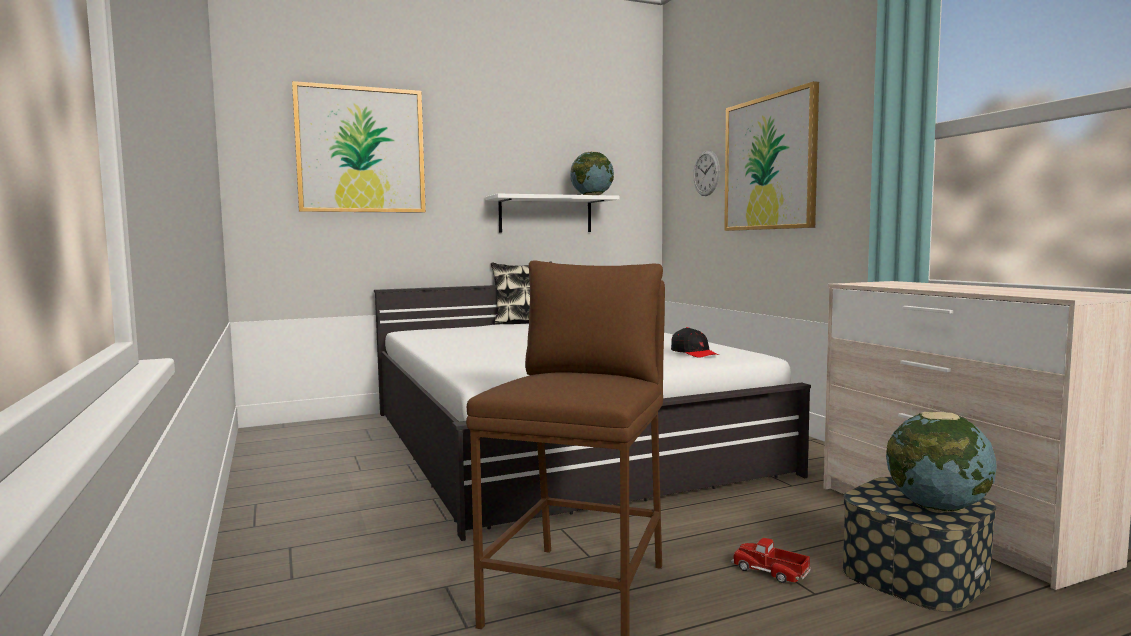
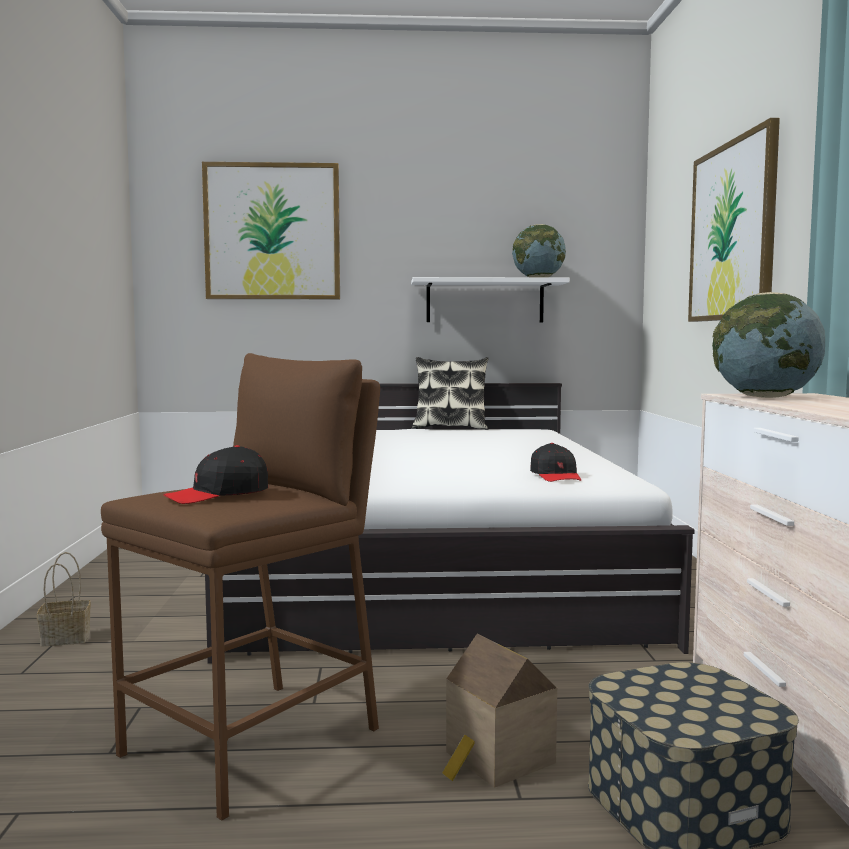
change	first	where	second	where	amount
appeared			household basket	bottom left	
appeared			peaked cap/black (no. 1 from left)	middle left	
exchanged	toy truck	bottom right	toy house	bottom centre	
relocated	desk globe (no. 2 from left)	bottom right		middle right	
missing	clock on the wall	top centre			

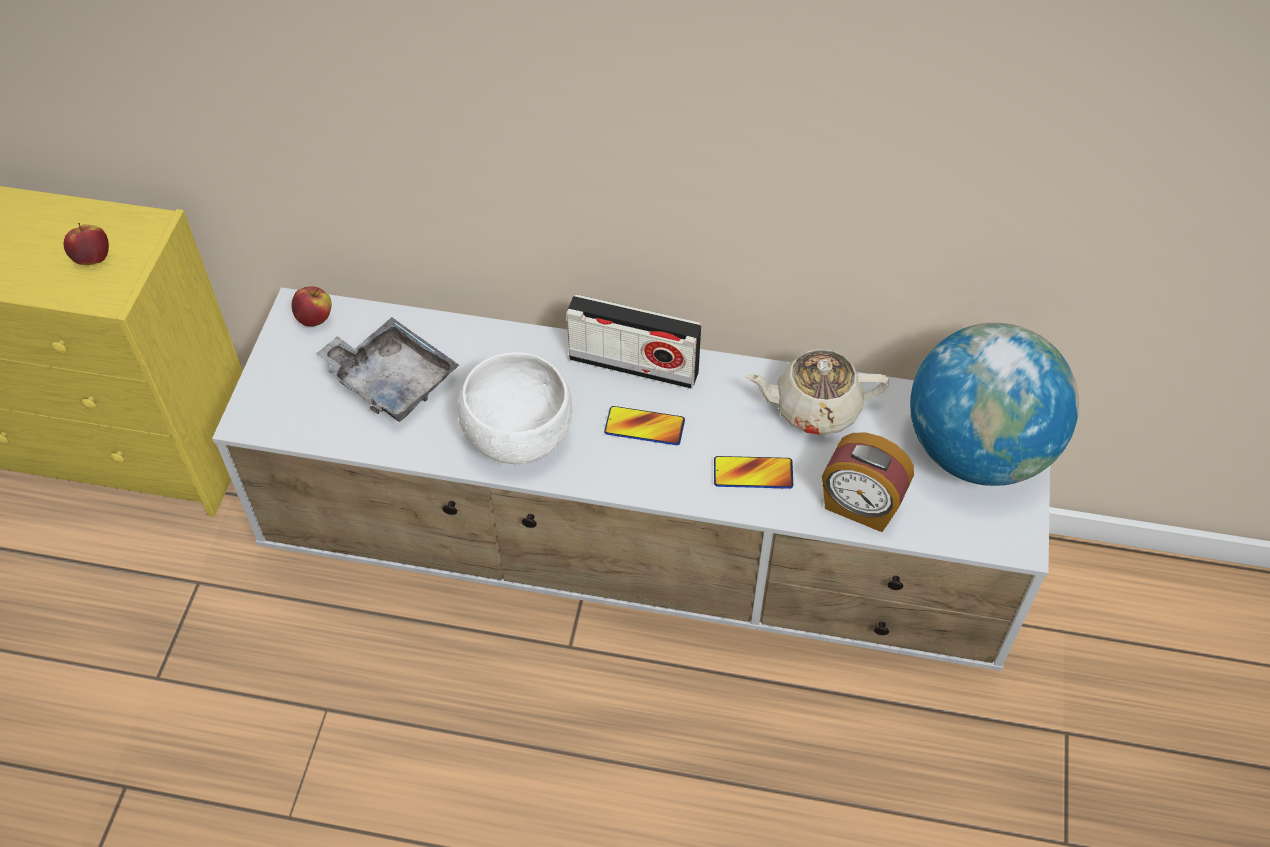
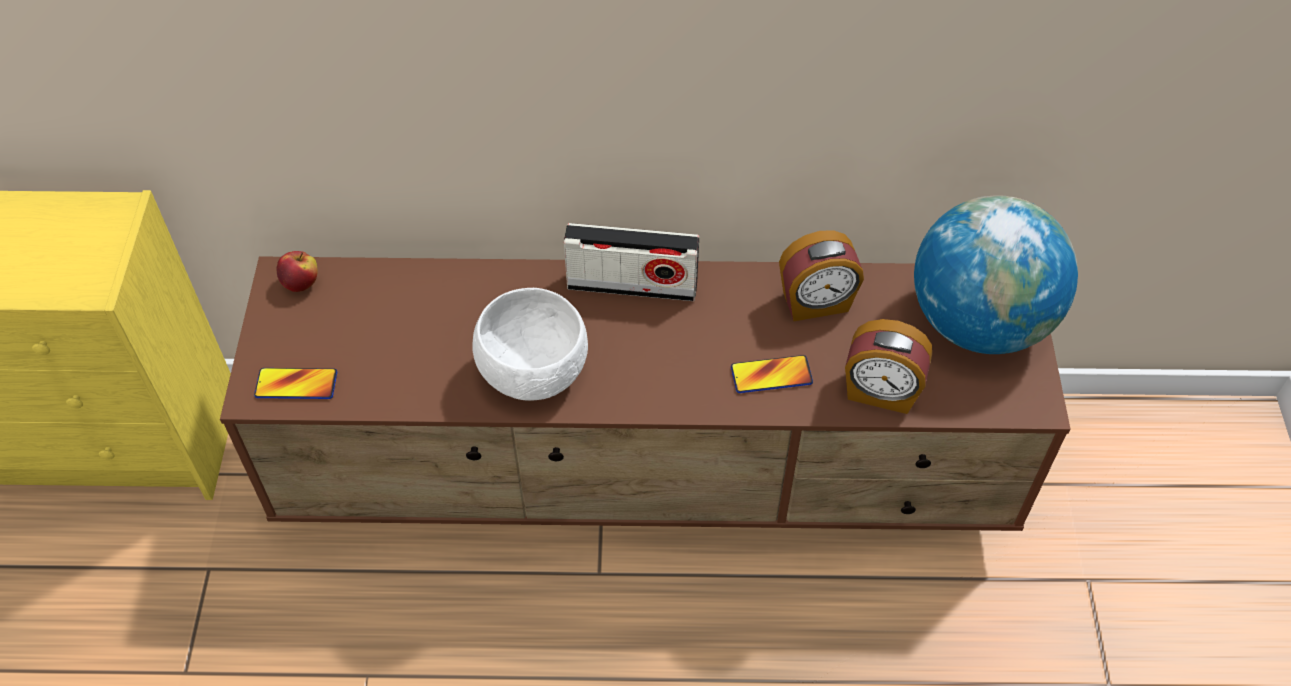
change	first	where	second	where	amount
colour	tv unit/whitish	centre	tv unit/brownish	centre	
relocated	phone (no. 1 from left)	centre		middle left	
exchanged	tea pot/sand-coloured	centre	table clock (no. 1 from left)	centre	
missing	apple (no. 1 from left)	top left			
missing	tray/greyish	middle left			

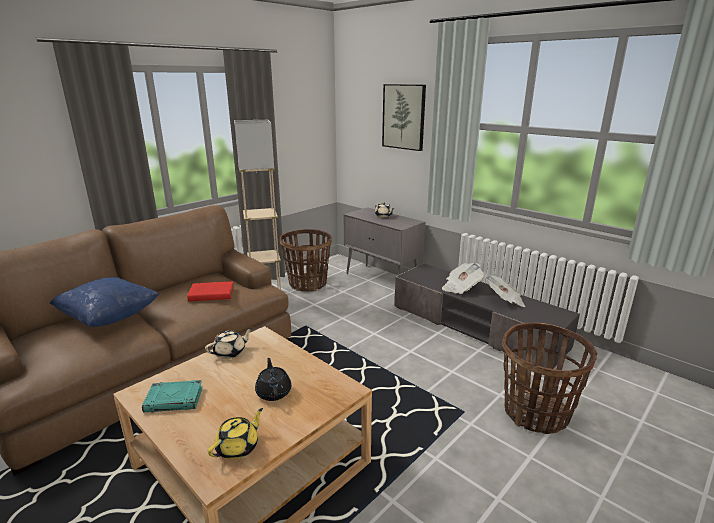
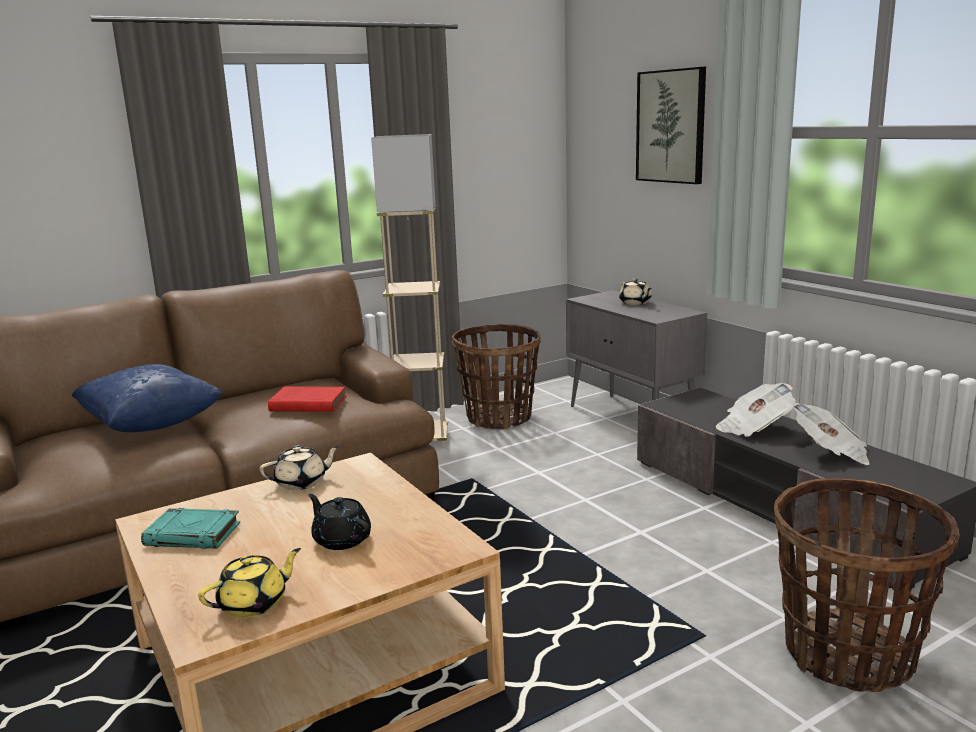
change	first	where	second	where	amount
spun	tea pot/black	bottom centre		bottom centre	45 degrees counterclockwise

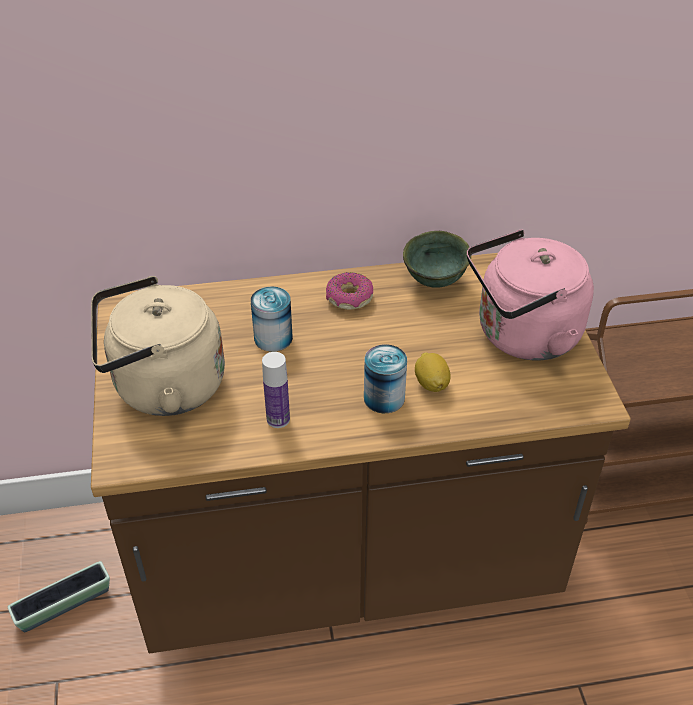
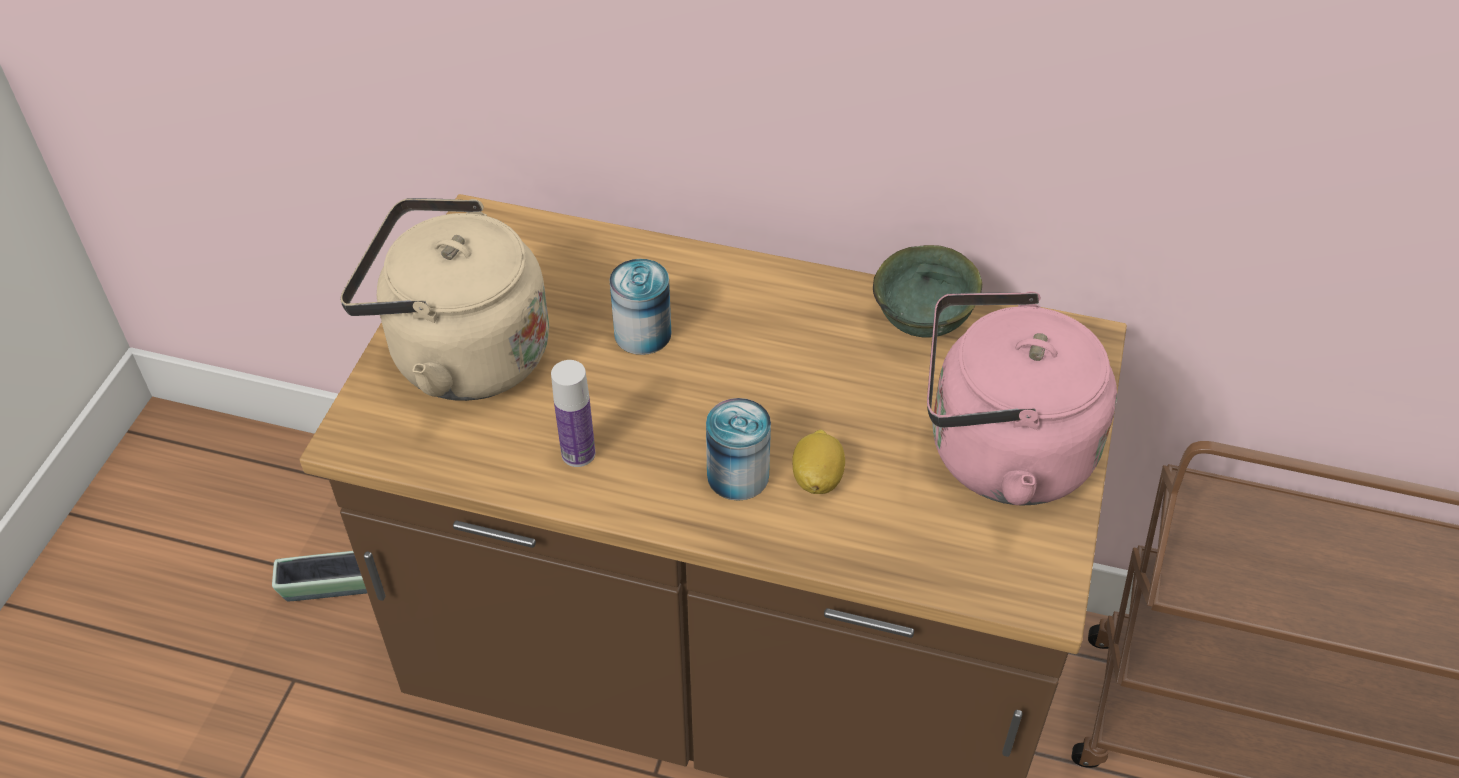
change	first	where	second	where	amount
missing	doughnut	centre			

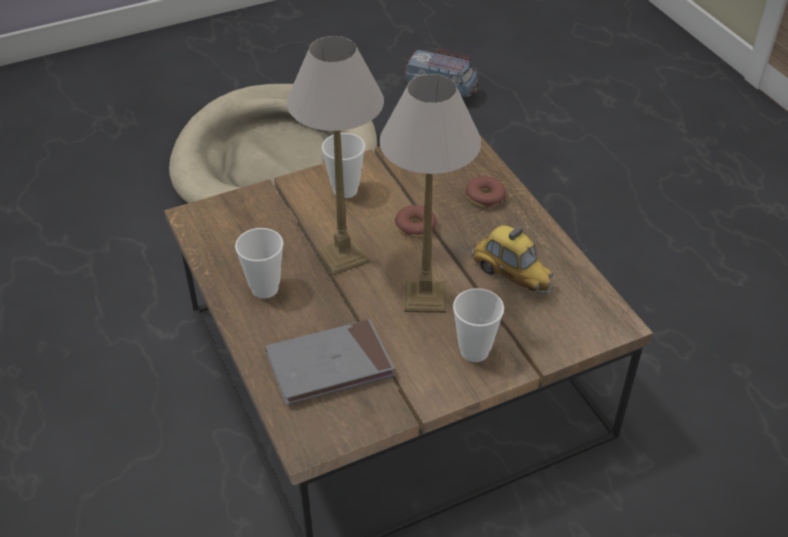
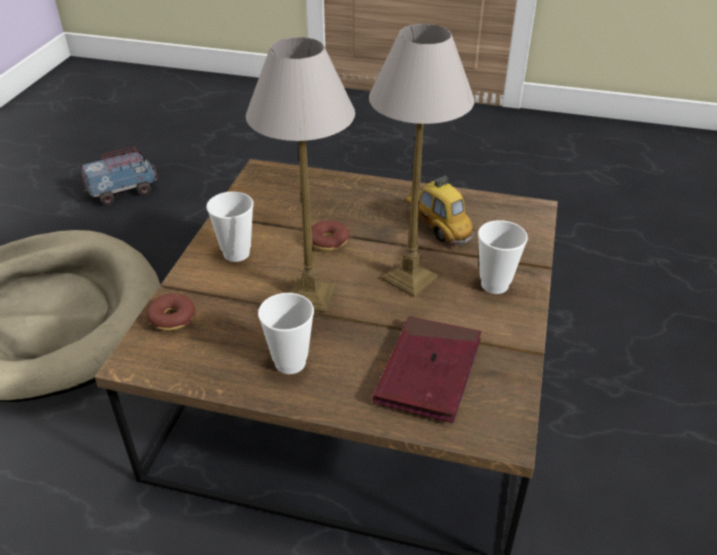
change	first	where	second	where	amount
relocated	doughnut (no. 2 from left in the first image)	centre	doughnut (no. 1 from left)	middle left	
colour	bound book/greyish	bottom centre	bound book/red-coloured	bottom centre	
spun	model car	centre		centre	120 degrees counterclockwise

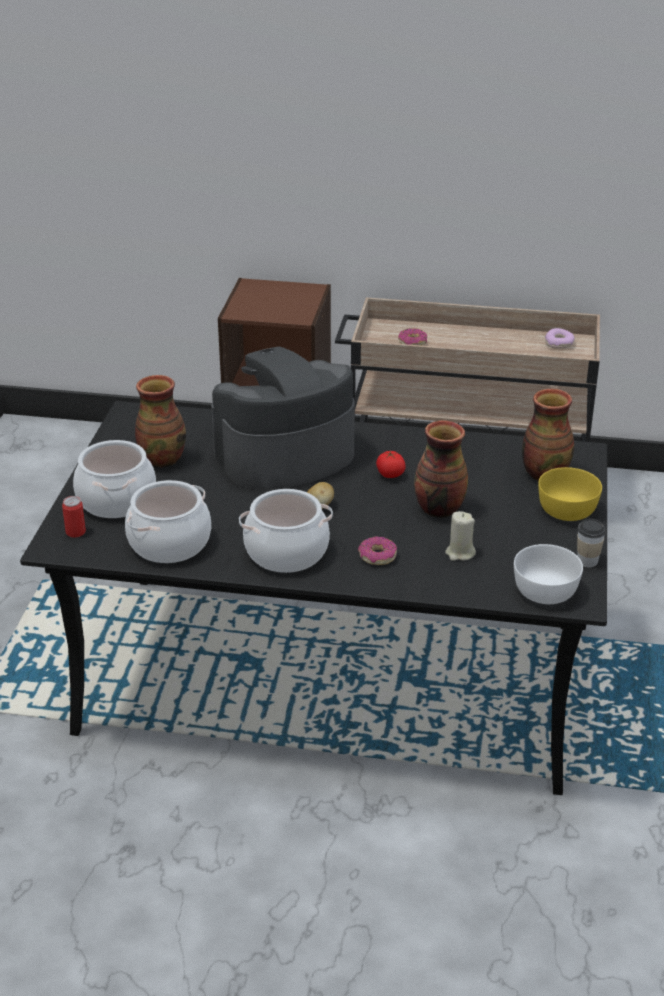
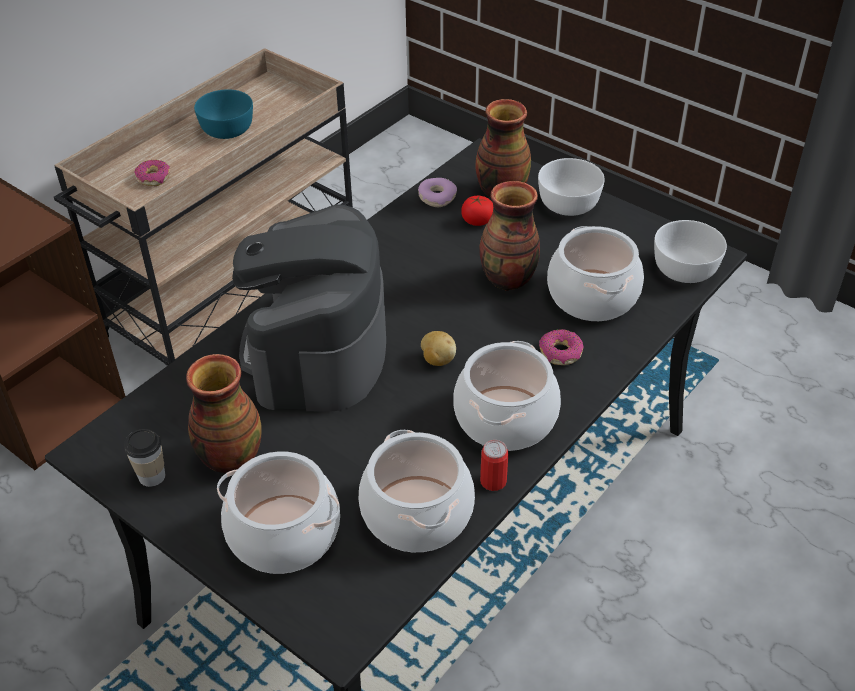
change	first	where	second	where	amount
relocated	small cup	middle right		middle left	
appeared			serving bowl/turquoise-coloured	top left	
relocated	doughnut (no. 3 from left in the first image)	middle right	doughnut (no. 2 from left)	top centre	
relocated	whole tomato	centre		top centre	
relocated	sealed can	middle left		bottom centre	
colour	serving bowl/yellow	middle right	serving bowl/whitish (no. 1 from left)	top right	
exchanged	candle/sand-coloured	middle right	cooking pot (no. 4 from left)	middle right	

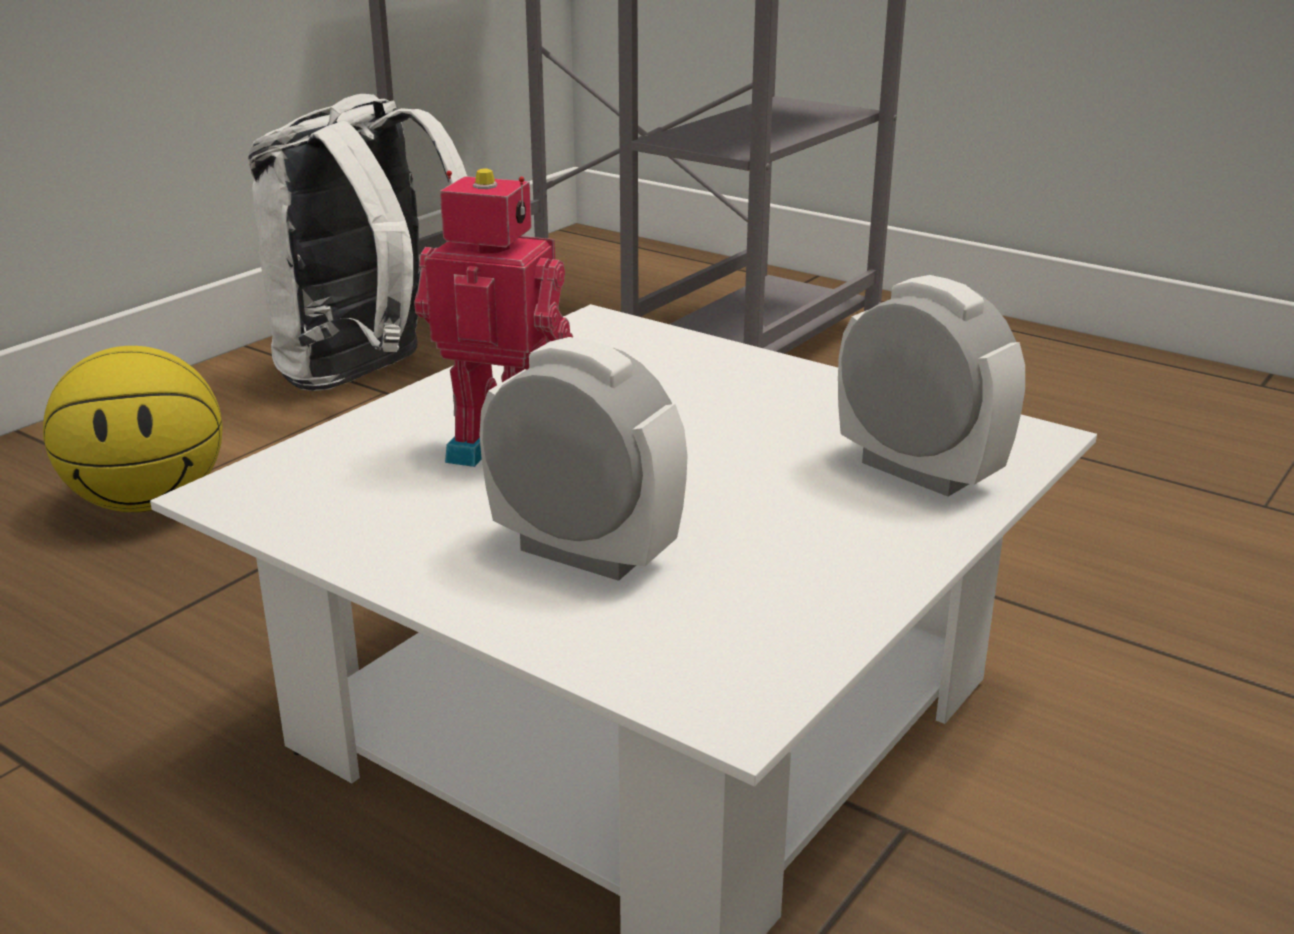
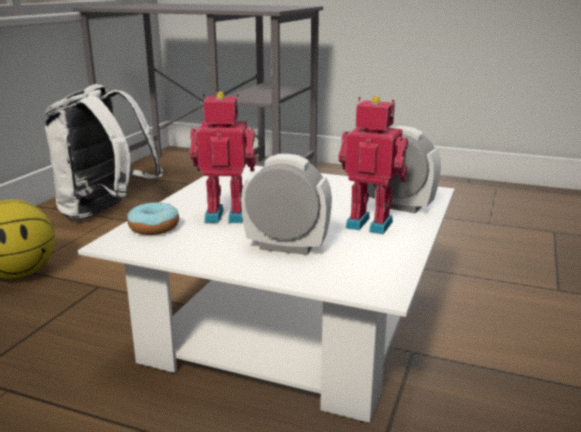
change	first	where	second	where	amount
appeared			doughnut	middle left	
appeared			robot figure (no. 2 from left)	centre	

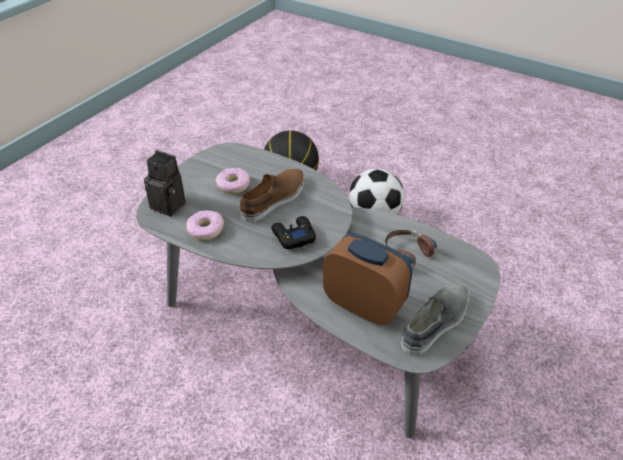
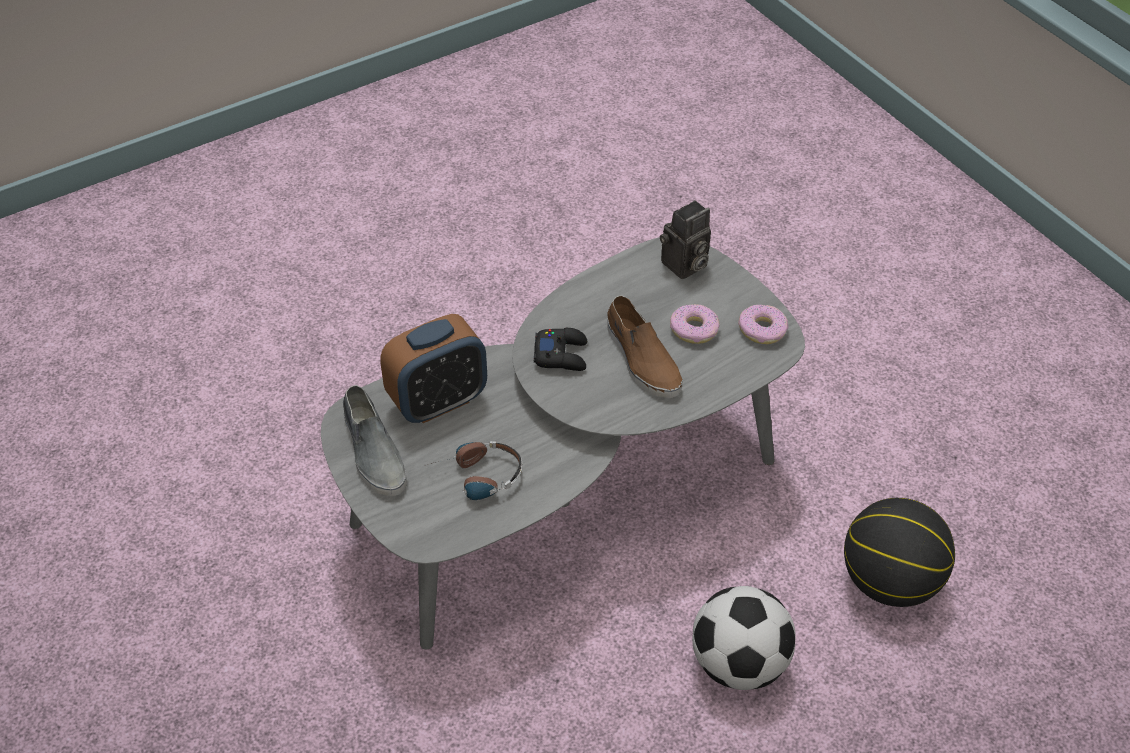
change	first	where	second	where	amount
relocated	doughnut (no. 1 from left in the first image)	middle left	doughnut (no. 2 from left)	middle right	

